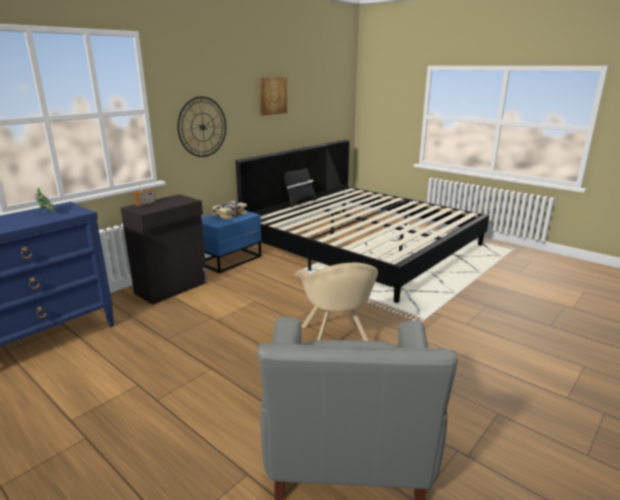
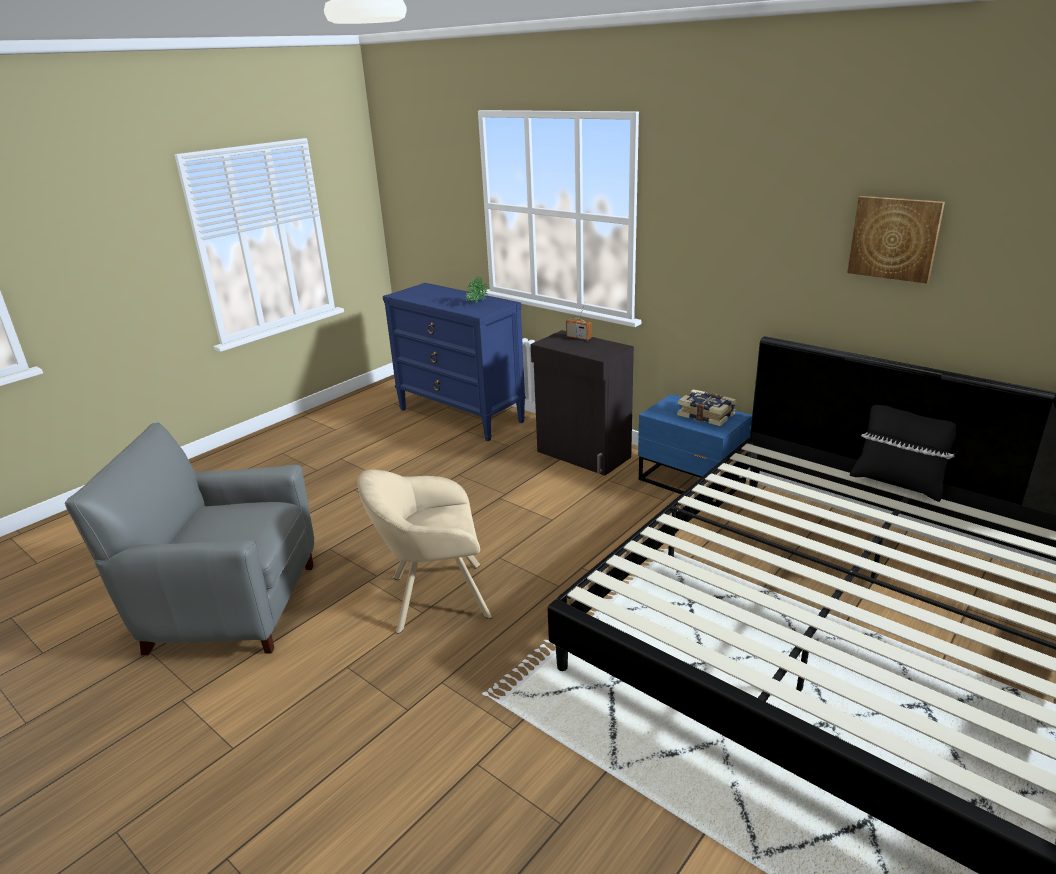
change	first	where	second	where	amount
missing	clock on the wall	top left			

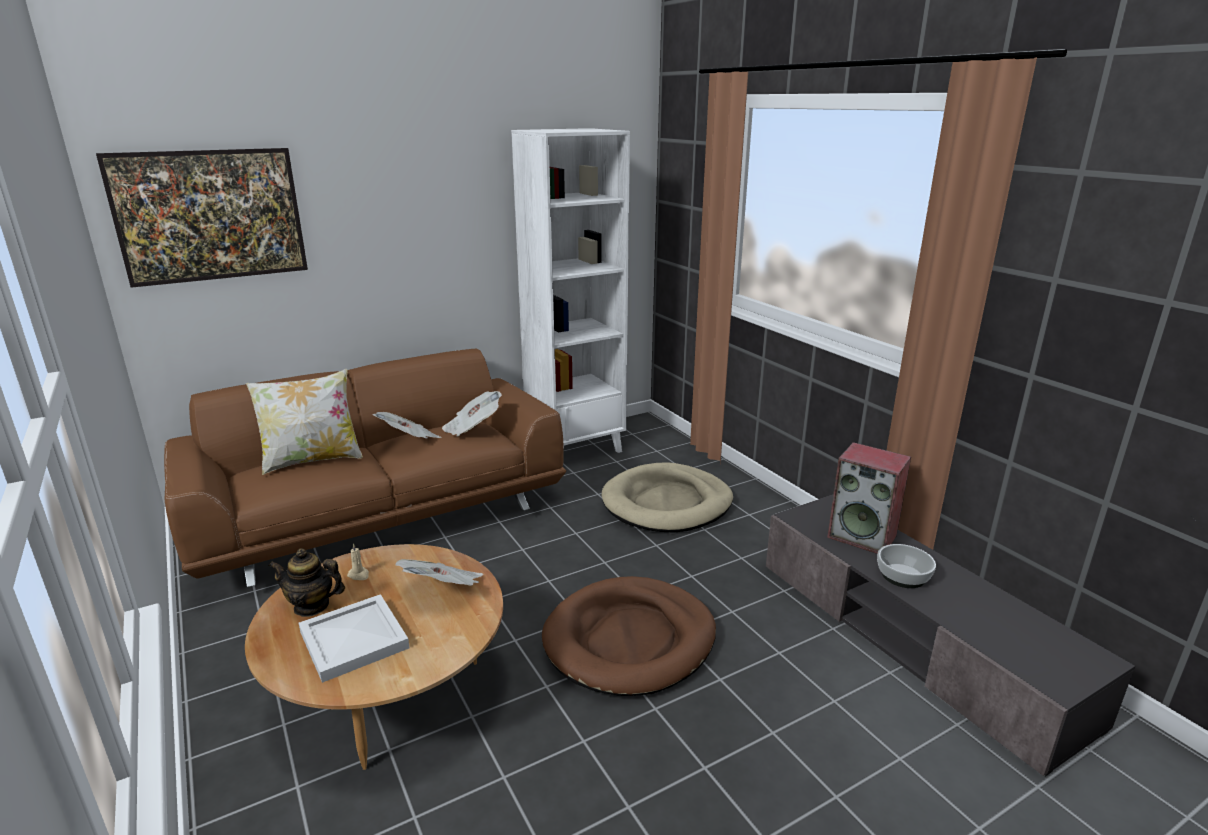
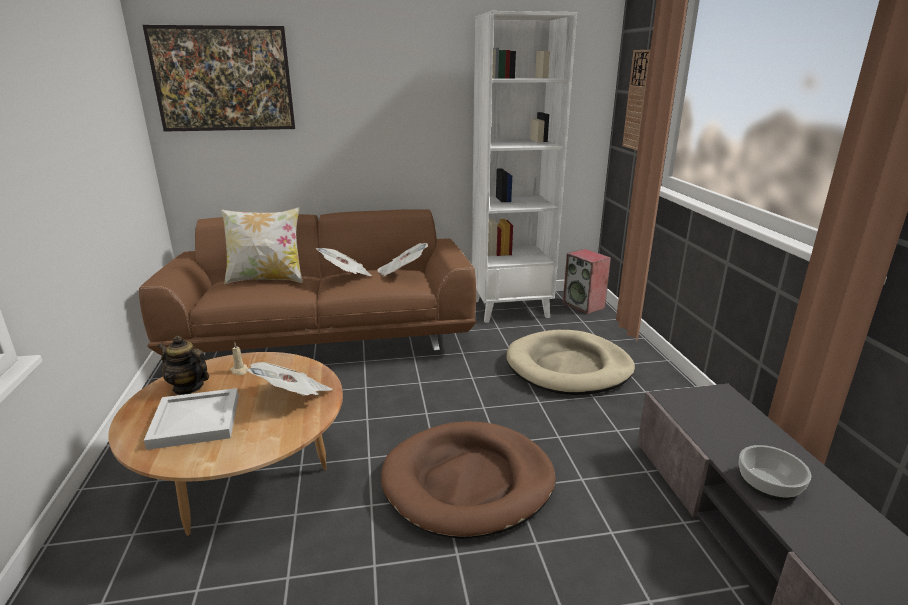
change	first	where	second	where	amount
relocated	audio speaker	middle right		centre	
appeared			clock on the wall	top right	

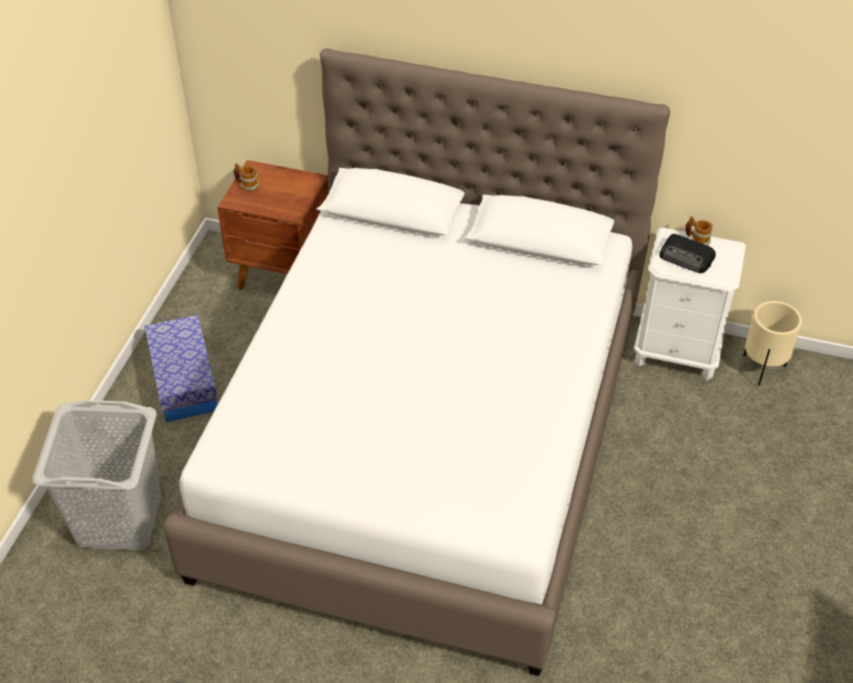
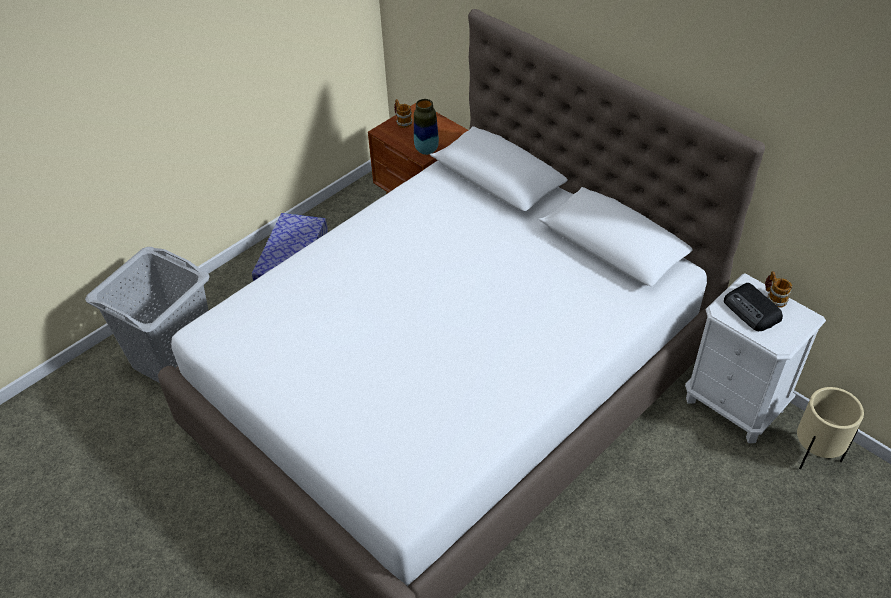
change	first	where	second	where	amount
appeared			flower vase	top centre	

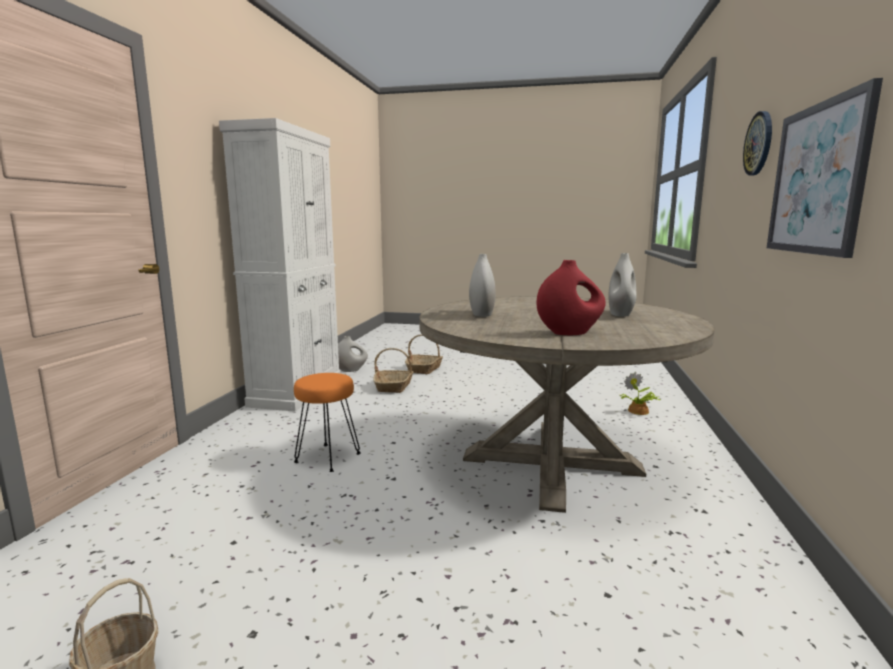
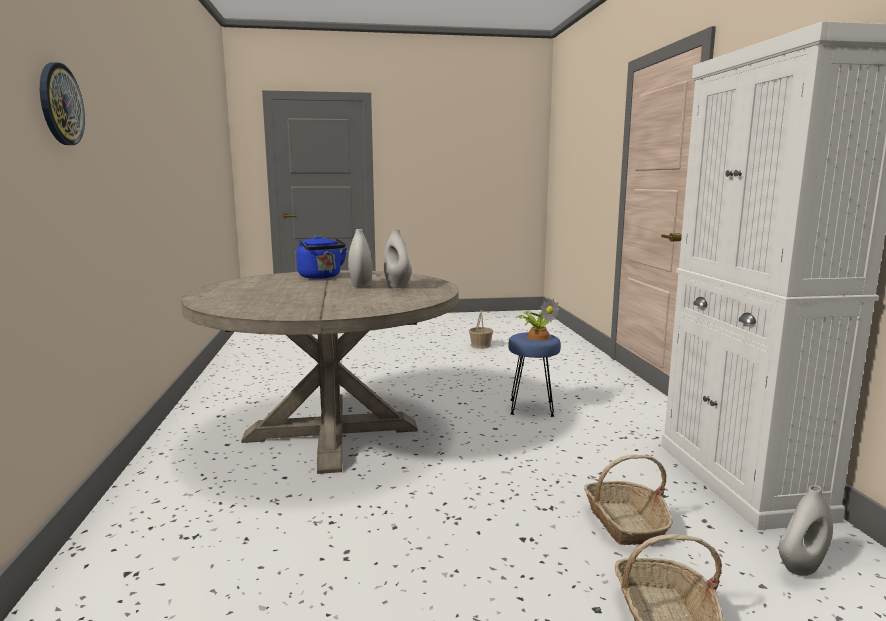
change	first	where	second	where	amount
exchanged	flower vase/red-coloured	centre	water kettle/blue-coloured	centre	
relocated	flower vase/whitish (no. 3 from left in the first image)	middle right	flower vase/whitish (no. 1 from left)	centre	
colour	sitting stool/orange-coloured	centre	sitting stool/blue-coloured	centre	
relocated	plant in a pot	middle right		centre	
missing	wall picture	top right			

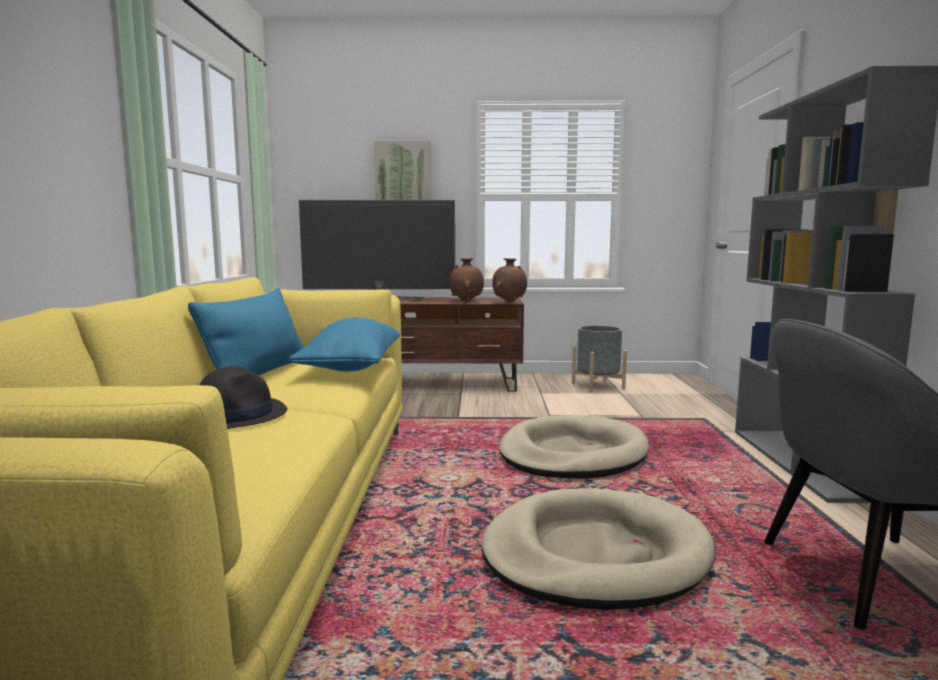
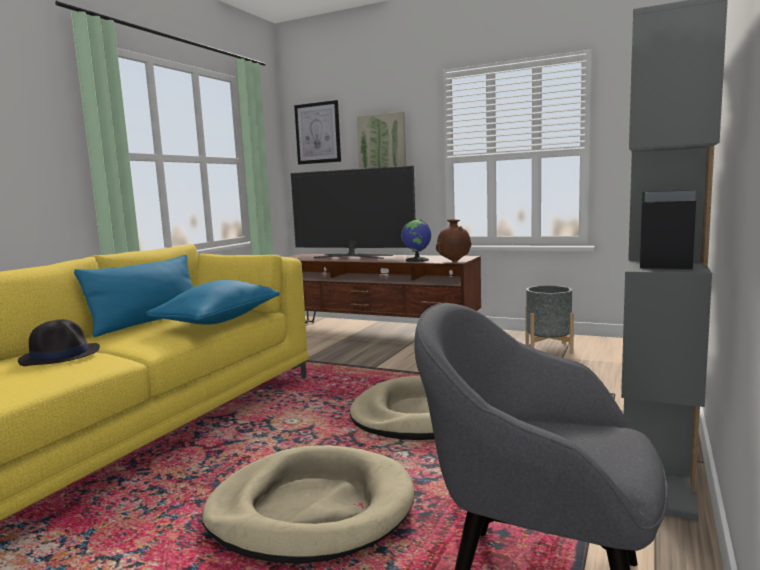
change	first	where	second	where	amount
appeared			wall picture (no. 1 from left)	top centre	
exchanged	flower vase/brownish (no. 1 from left)	centre	desk globe	centre	

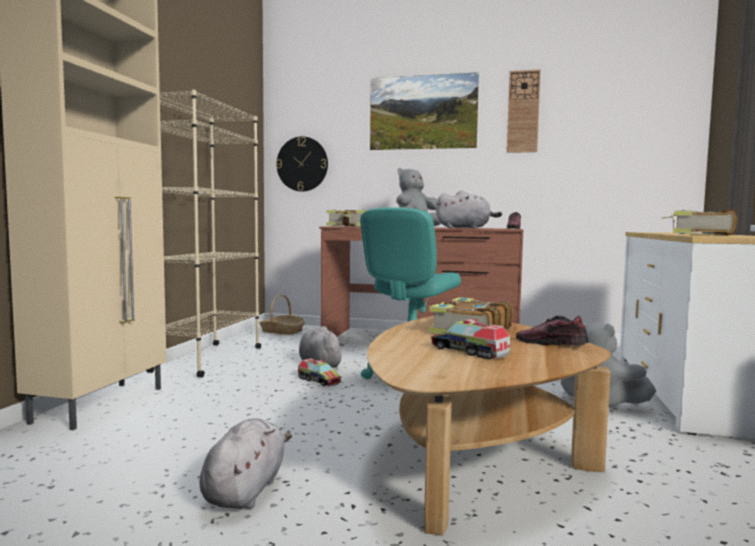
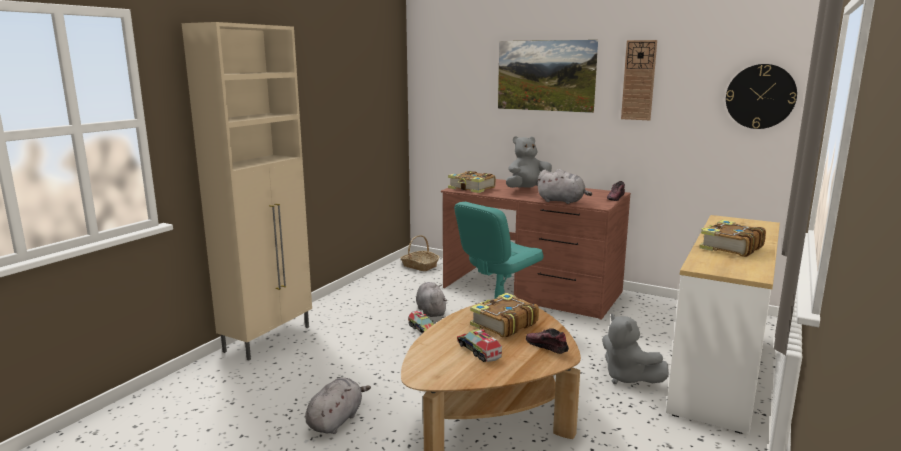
change	first	where	second	where	amount
relocated	clock on the wall (no. 1 from left in the first image)	top centre	clock on the wall (no. 2 from left)	top right	
missing	bookcase/sand-coloured	middle left			

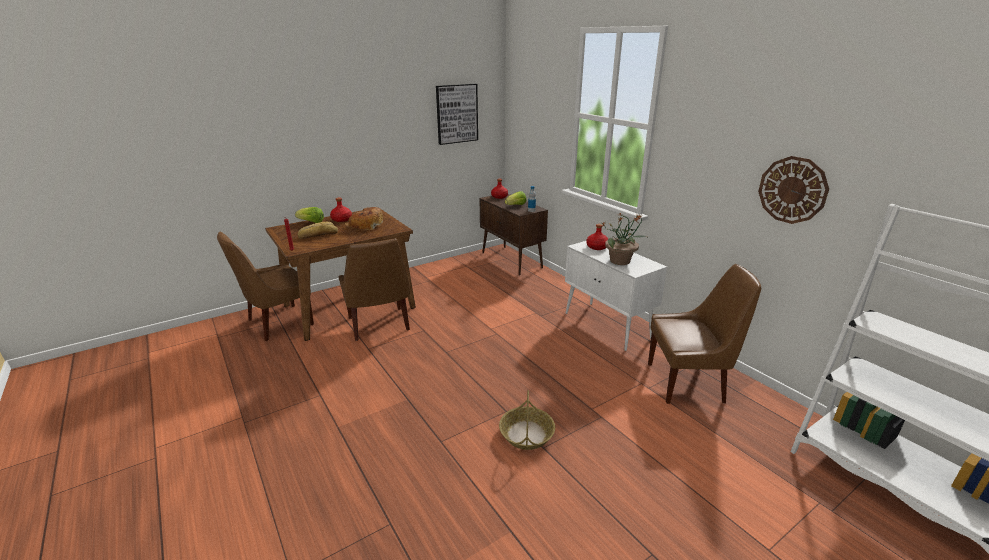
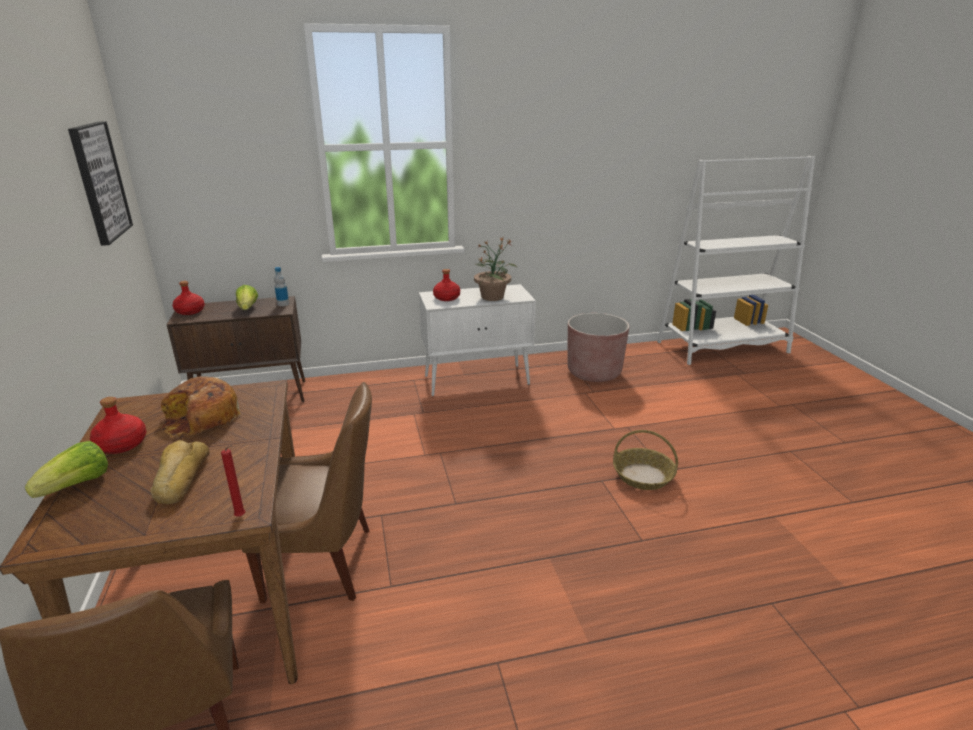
change	first	where	second	where	amount
exchanged	chair/brownish (no. 3 from left)	middle right	planter/brownish	centre	
missing	clock on the wall	middle right			

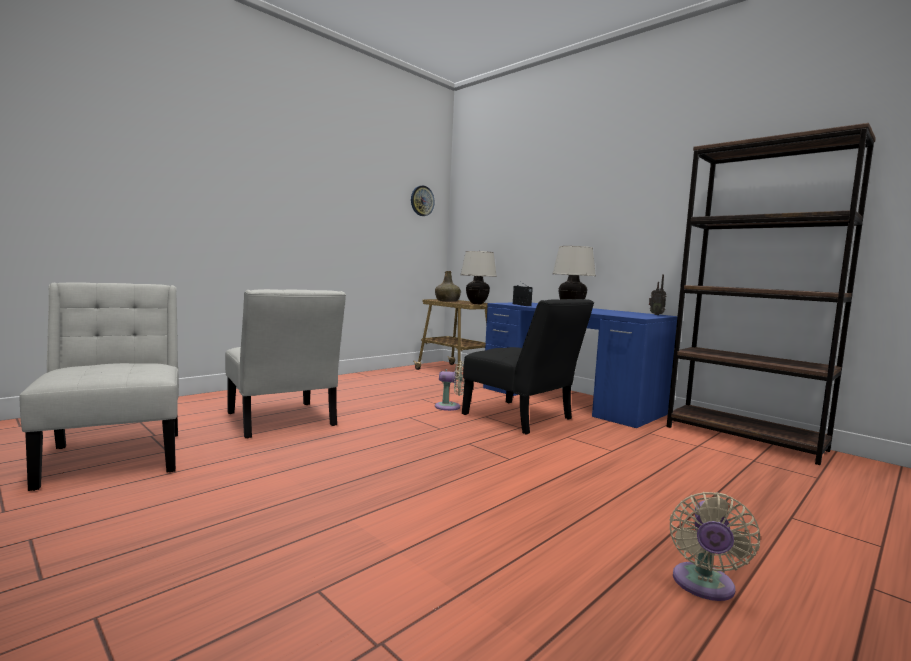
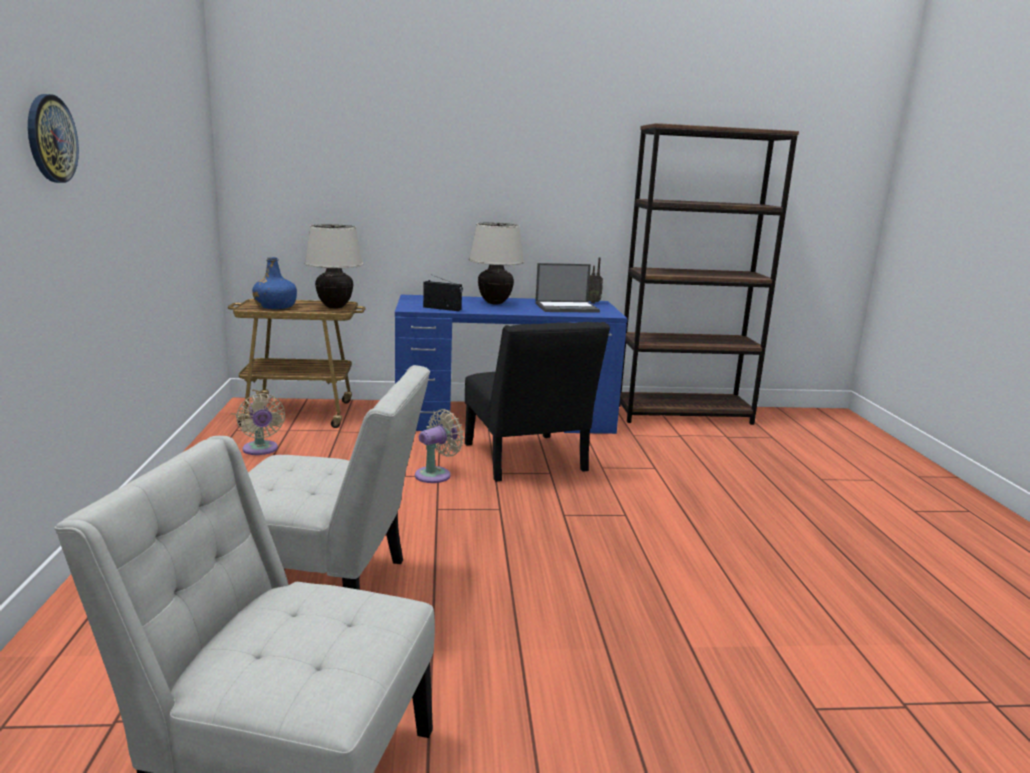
change	first	where	second	where	amount
relocated	clock on the wall	top centre		top left	
relocated	fan/sand-coloured (no. 2 from left in the first image)	bottom right	fan/sand-coloured (no. 1 from left)	middle left	
colour	bottle/green-coloured	centre	bottle/blue-coloured	middle left	
spun	chair/black	centre		centre	75 degrees clockwise
appeared			laptop	centre	

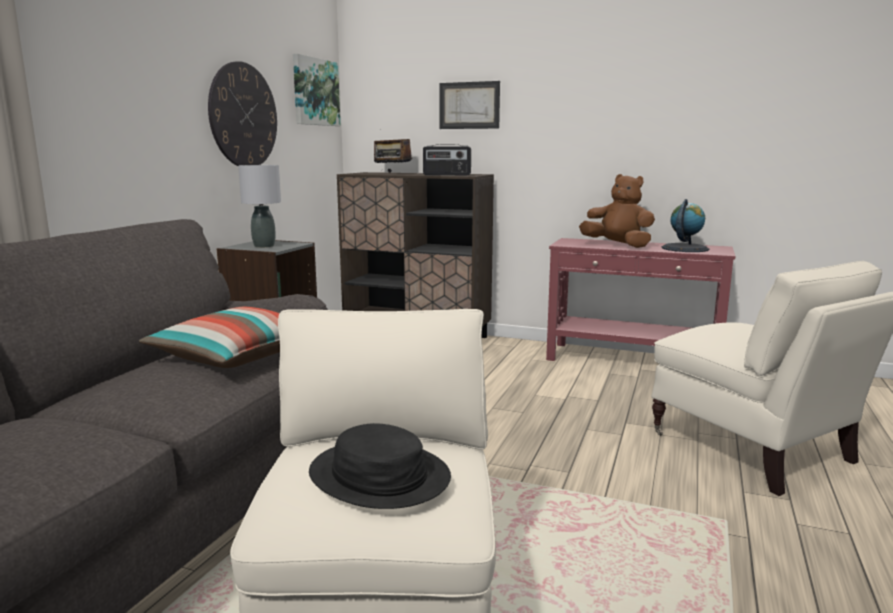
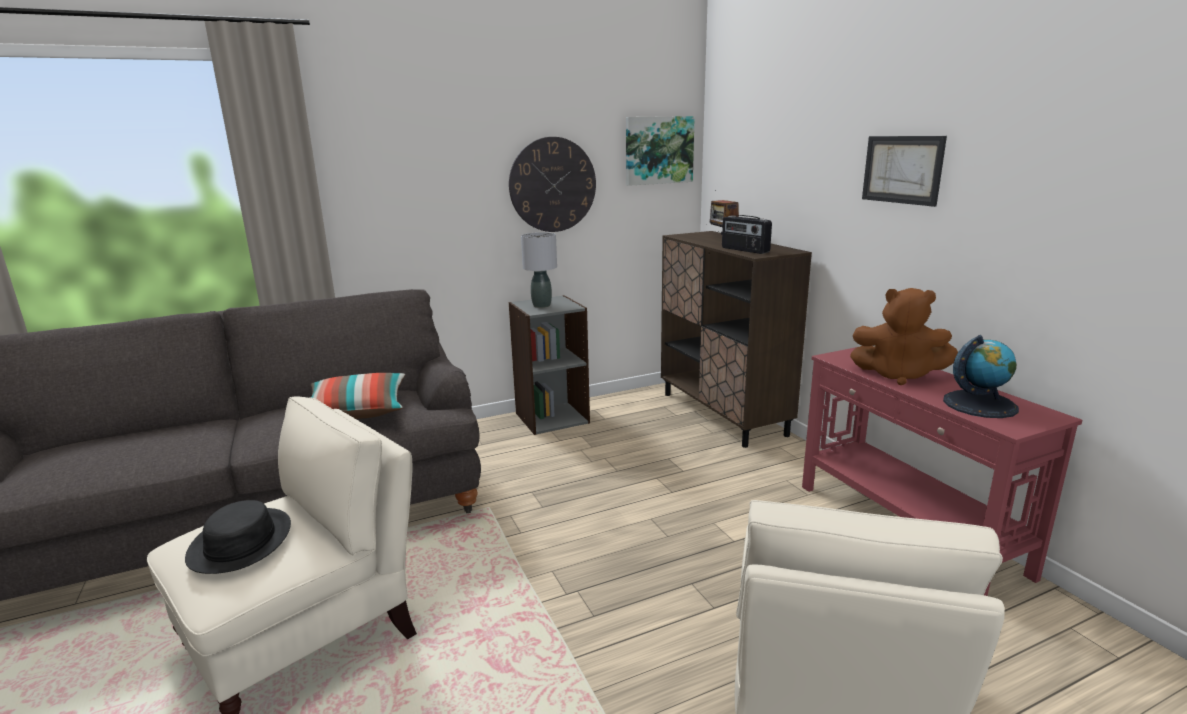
change	first	where	second	where	amount
spun	plush toy/brownish	middle right		middle right	120 degrees clockwise
relocated	wall picture (no. 2 from left)	top centre		top right	

